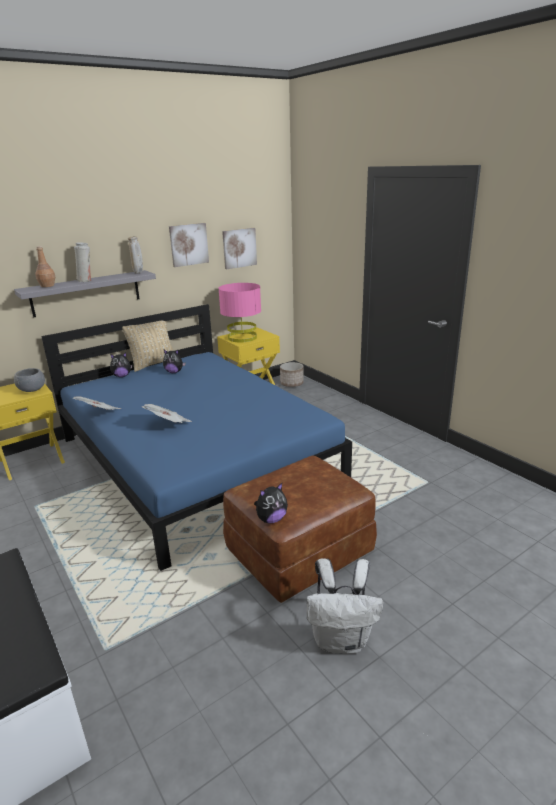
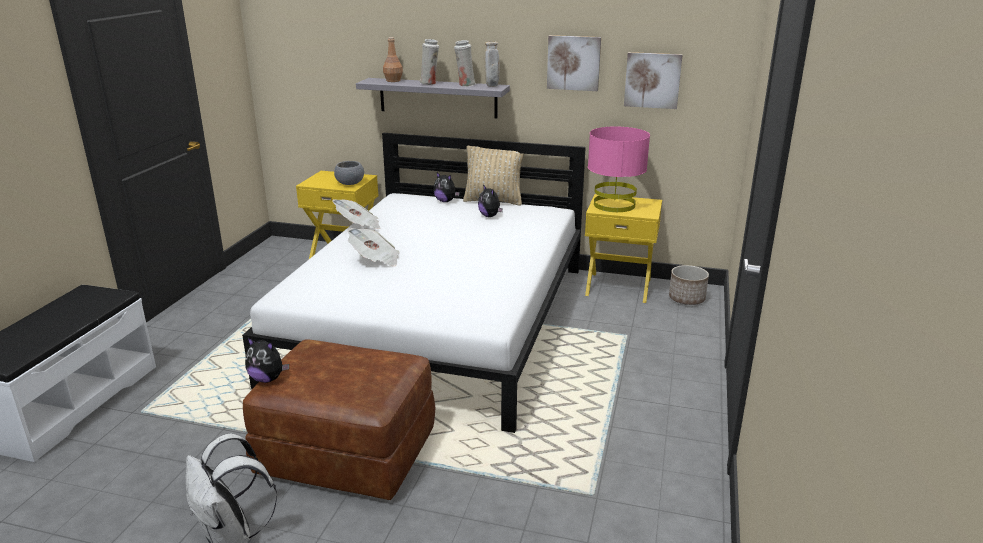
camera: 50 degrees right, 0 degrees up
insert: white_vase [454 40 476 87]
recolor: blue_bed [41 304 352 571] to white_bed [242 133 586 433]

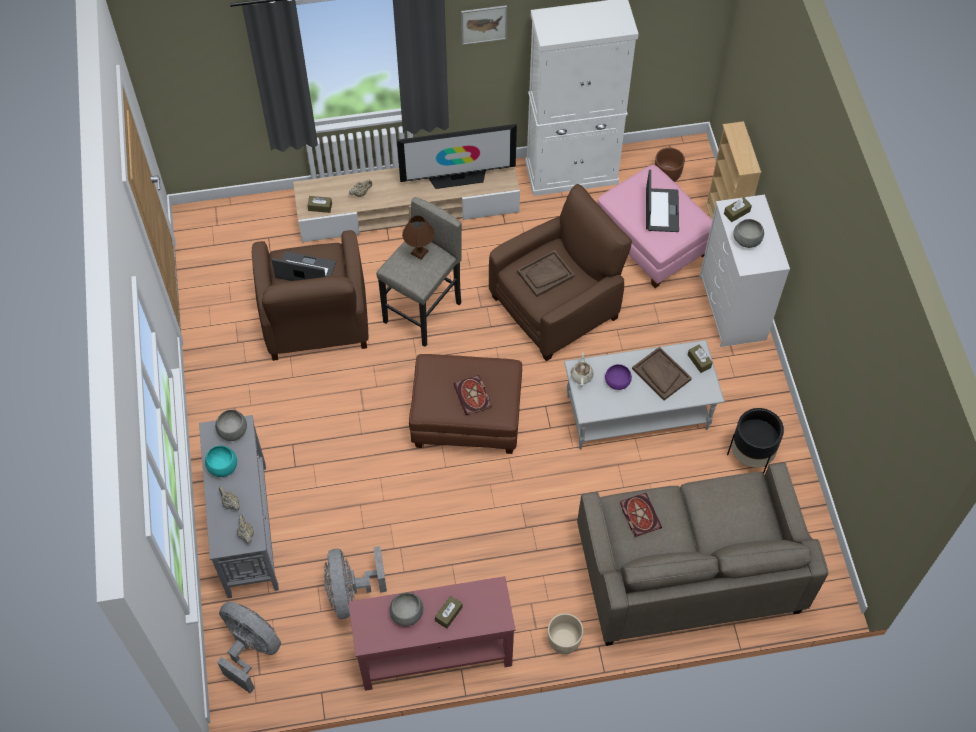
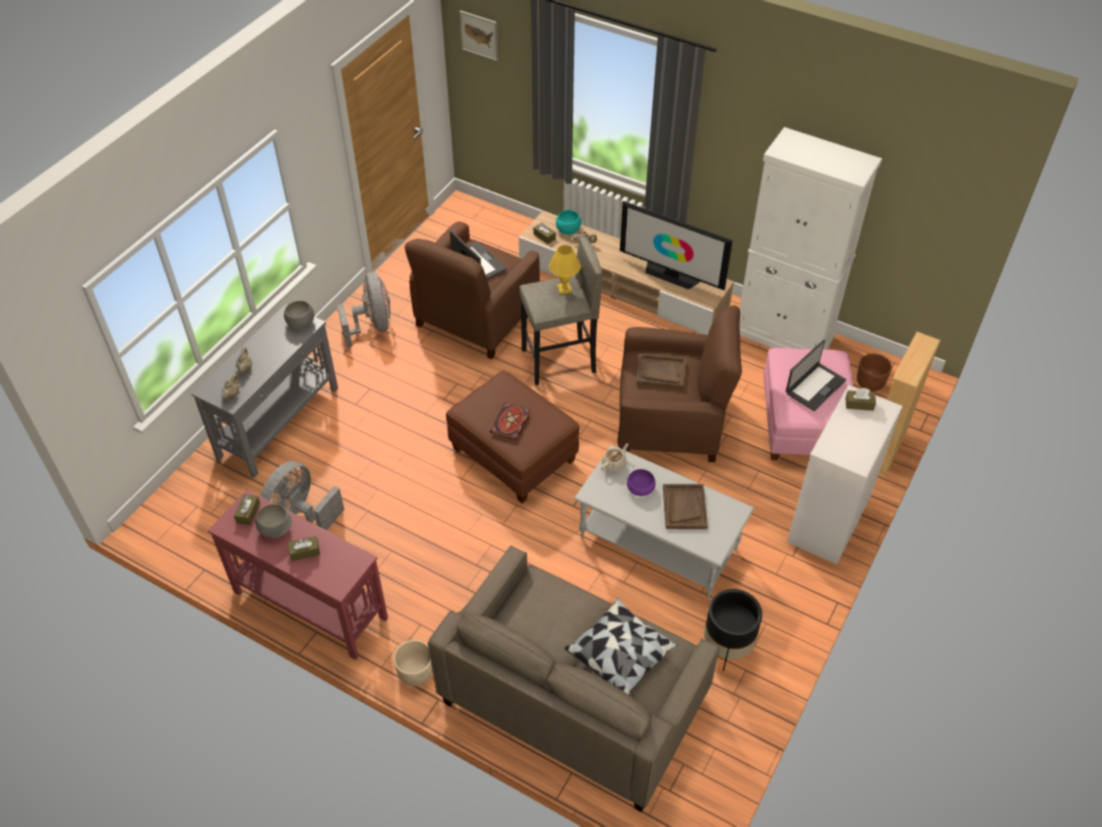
camera: 40 degrees right, 10 degrees down
delete: book [620 493 662 537]; grey_bowl [733 219 764 248]
insert: pillow [565 598 678 695]
move: turquoise_bowl [205 446 237 477] to [556 210 581 235]; grey_fan [217 601 281 694] to [337 272 391 348]; picture [461 5 507 45] to [459 10 498 61]; brown_tissue_box [688 345 713 373] to [234 494 260 525]
recolor: brown_table_lamp [402 216 435 259] to yellow_table_lamp [549 245 581 295]

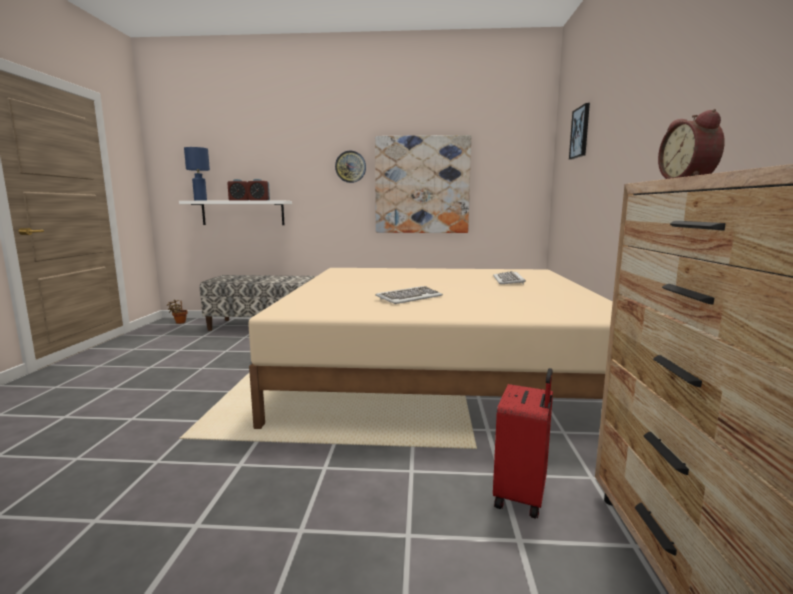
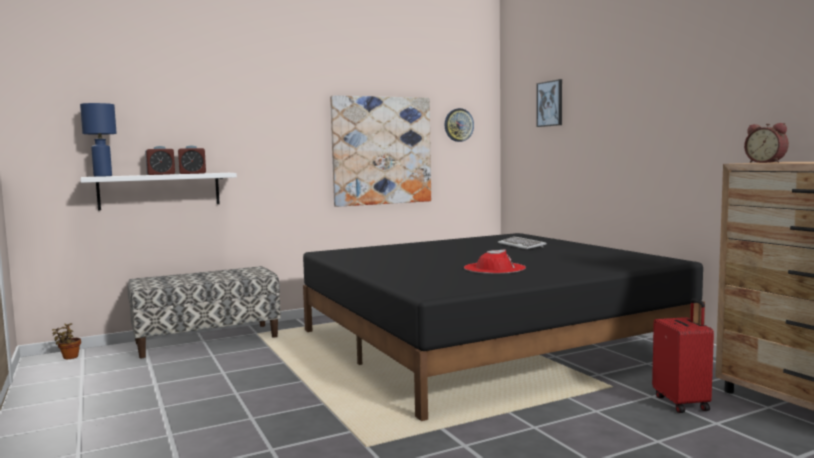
camera: 30 degrees left, 5 degrees down
move: wall_clock [335 151 366 183] to [445 108 474 142]
replace: keyboard [375 286 443 304] to red_hat [464 249 526 274]
recolor: beige_bed [248 268 613 429] to black_bed [303 233 705 421]

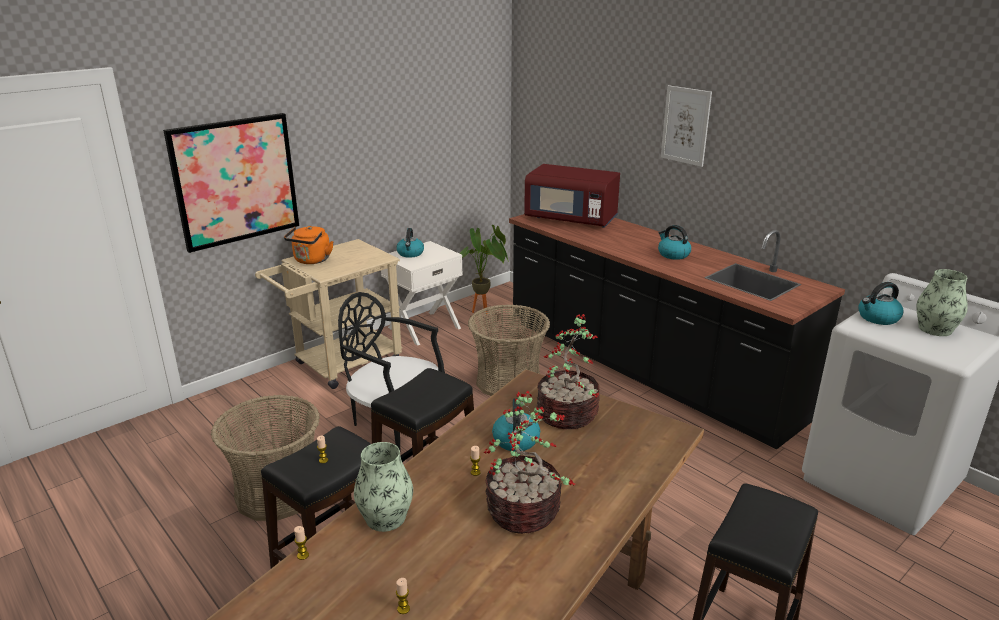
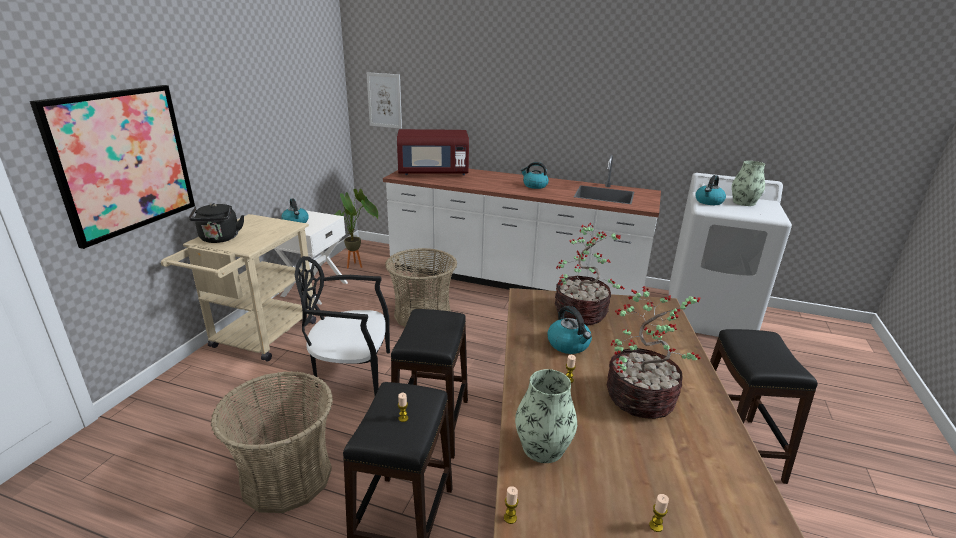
camera: 30 degrees left, 0 degrees up
move: picture [661 85 712 167] to [367 72 402 129]
recolor: orange_kettle [284 226 334 264] to black_kettle [188 203 244 243]; black_counter [509 214 845 449] to white_counter [383 155 661 296]

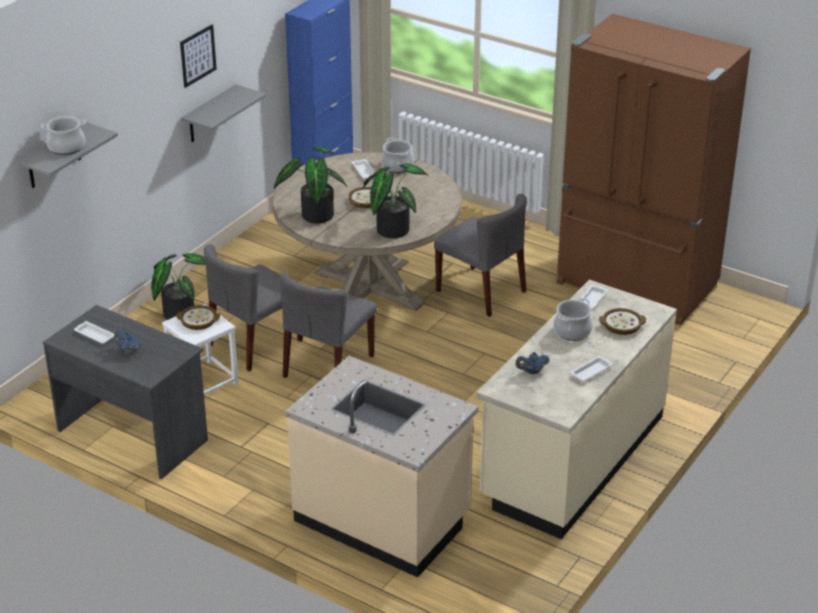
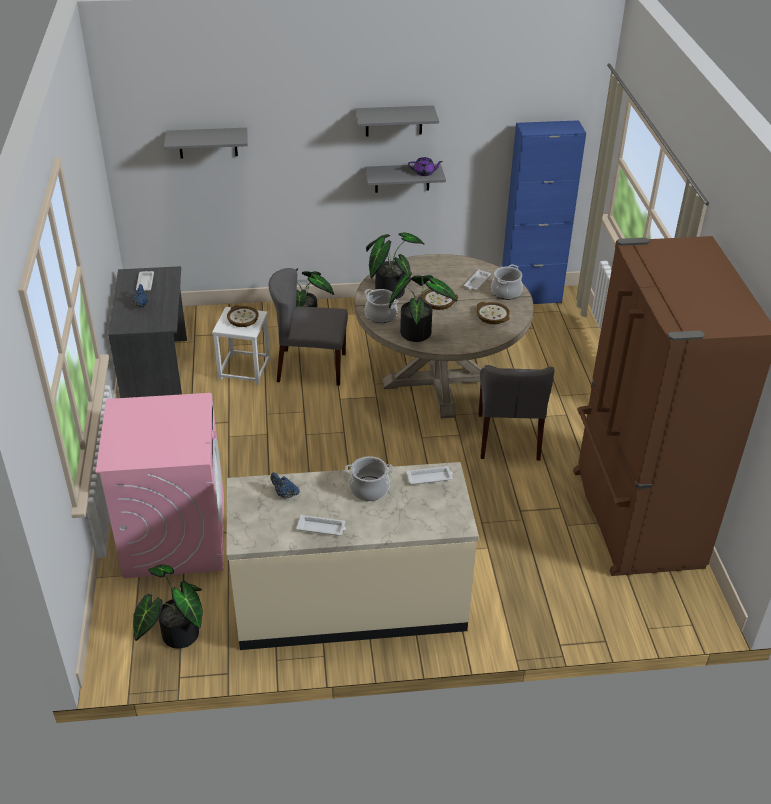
camera: 50 degrees right, 5 degrees up
delete: grey_chair [280 273 377 378]
insert: potted_plant [133 565 203 649]; purple_teapot [408 157 443 176]
move: cooking_pot [41 116 86 155] to [364 289 398 323]; bowl [599 308 646 335] to [477 302 510 324]
replace: picture [180 25 217 88] to grey_shelf [355 105 439 136]; beige_counter [286 356 478 577] to pink_washing_machine [96 393 224 578]

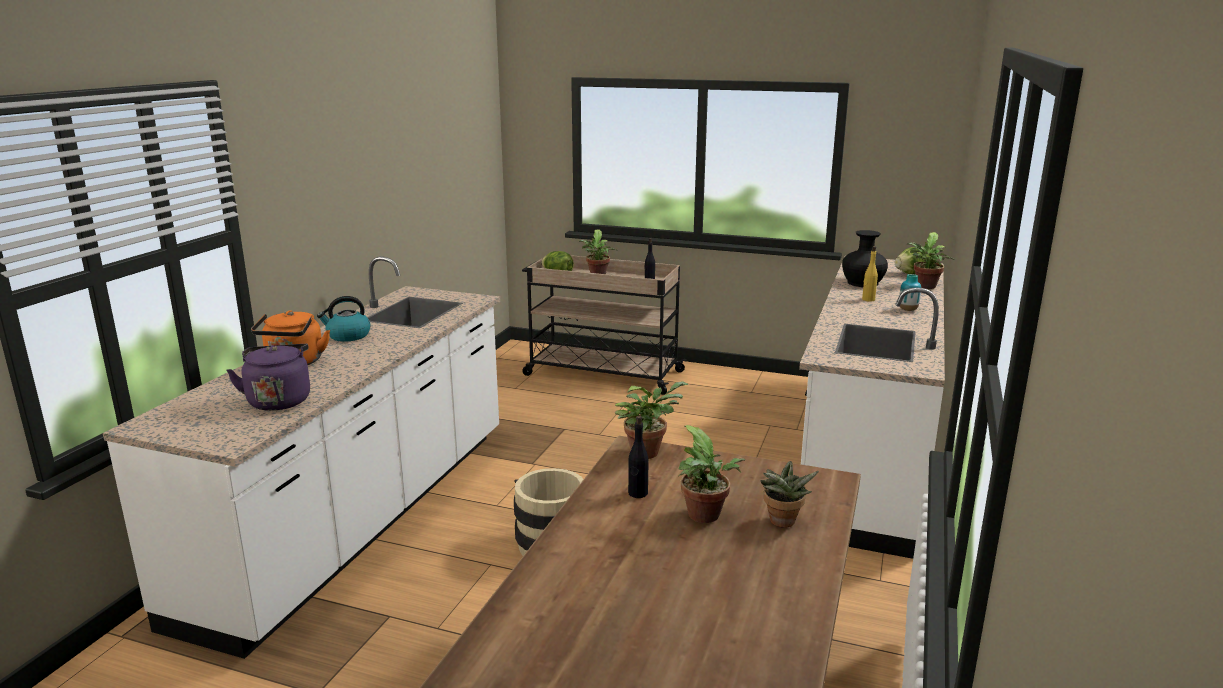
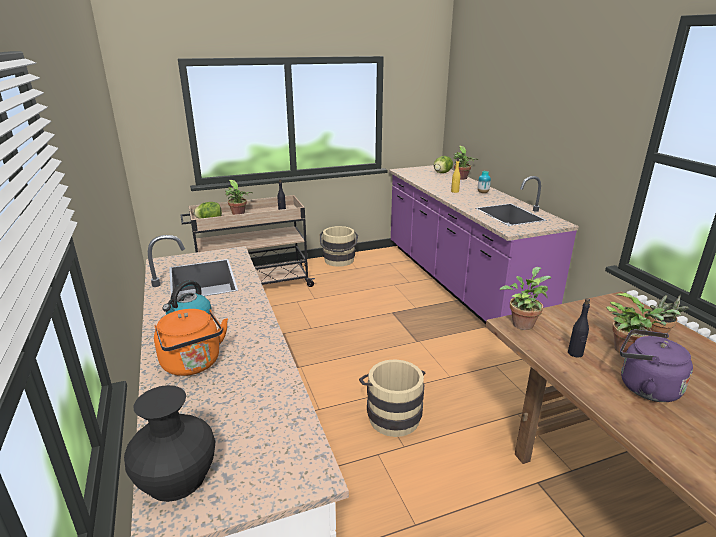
camera: 40 degrees left, 5 degrees up
insert: beige_bucket [320 226 358 267]
move: purple_kettle [226 344 310 411] to [620 329 693 402]; black_vase [842 230 888 287] to [124 385 215 502]
recolor: white_counter [799 256 945 559] to purple_counter [389 165 579 324]

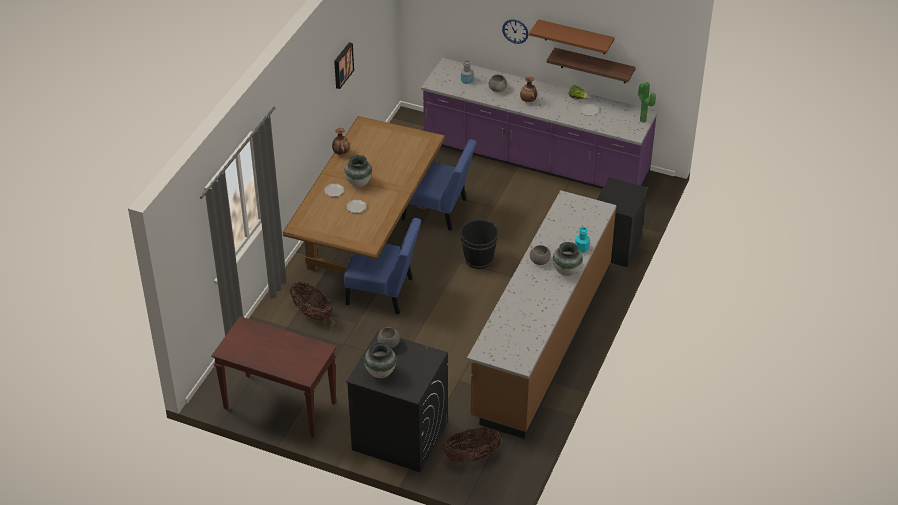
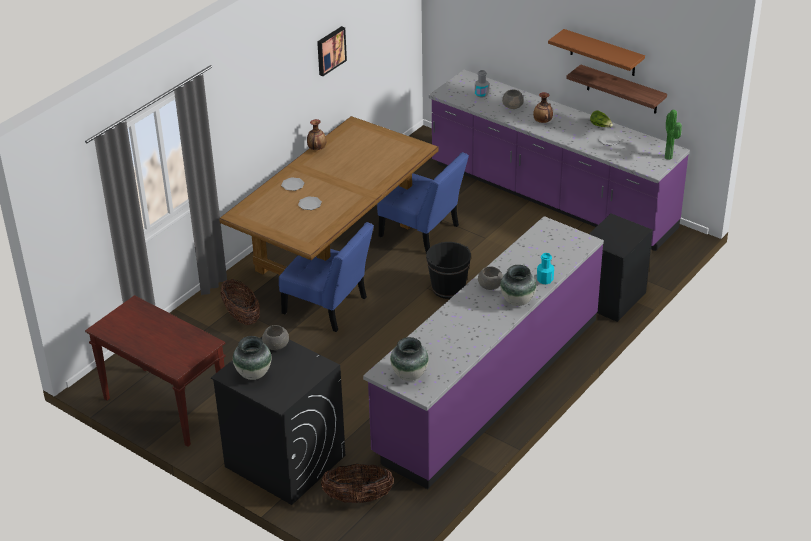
camera: 15 degrees right, 5 degrees down
delete: wall_clock [502 19 529 44]
move: vase [344 155 372 187] to [390 337 429 381]
recolor: brown_counter [467 190 616 439] to purple_counter [363 216 604 489]

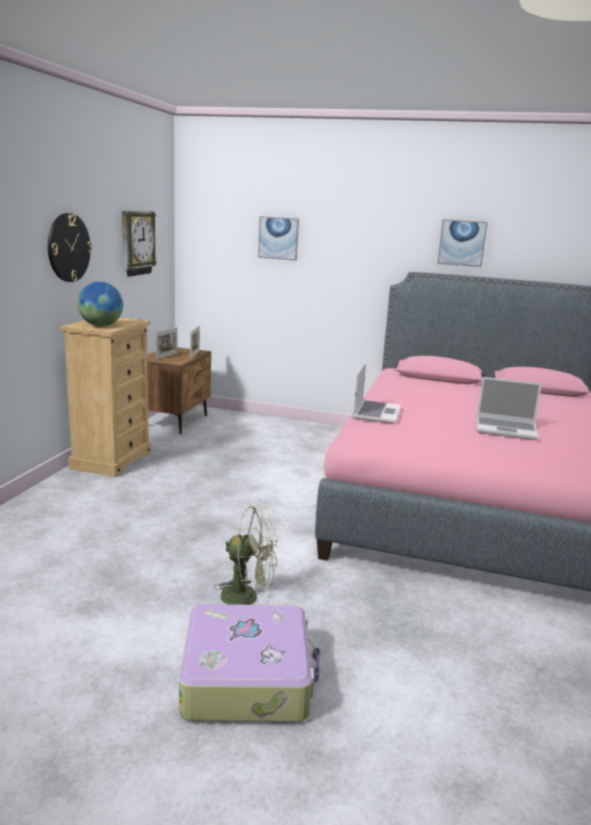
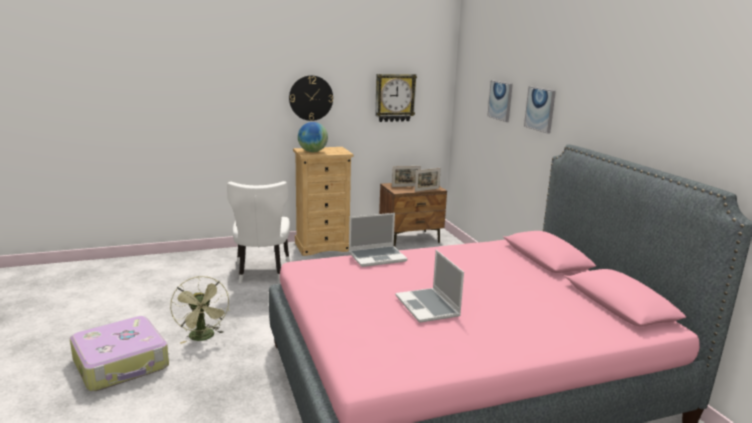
camera: 55 degrees right, 0 degrees up
insert: white_chair [227 181 290 284]
move: picture [437 219 488 267] to [524 86 556 134]

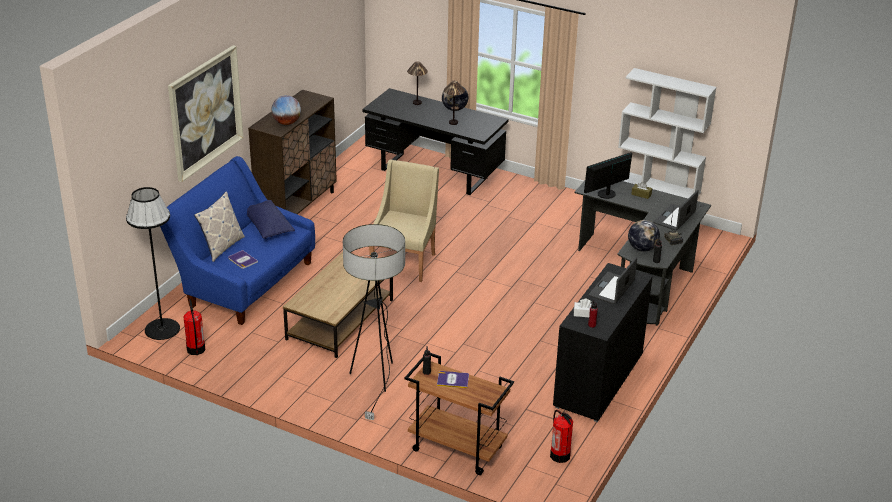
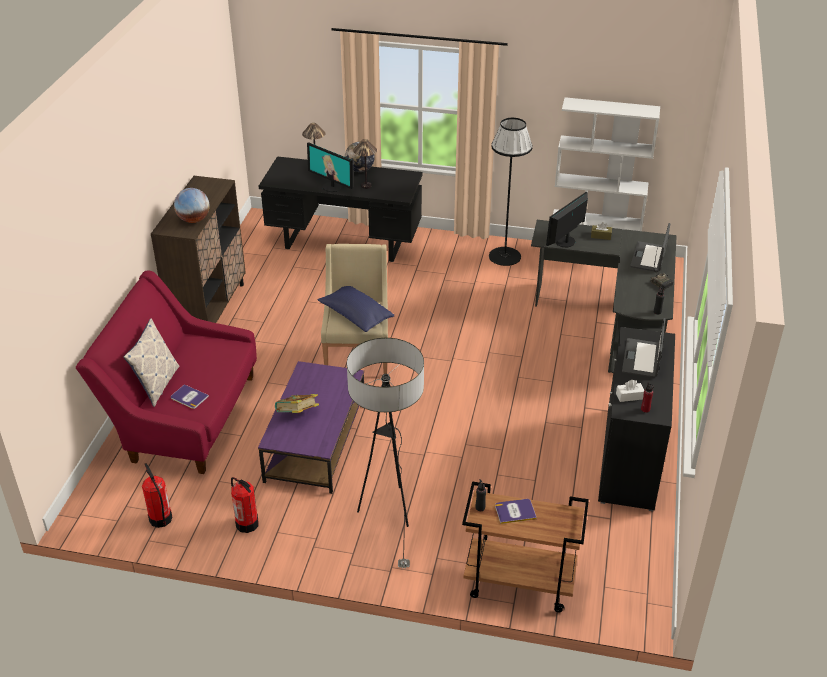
camera: 15 degrees left, 5 degrees up
delete: picture [168 45 243 182]; globe [628 220 660 252]
insert: book [275 394 319 413]; monitor [307 142 353 192]
move: black_floor_lamp [126 187 180 340] to [489 118 533 266]; blue_pillow [247 200 295 239] to [318 286 395 332]; fire_extinguisher [550 410 573 463] to [231 477 258 533]
recolor: blue_sofa [160 156 315 325] to red_sofa [76 270 257 474]; brown_coffee_table [283 252 393 358] to purple_coffee_table [258 361 364 494]

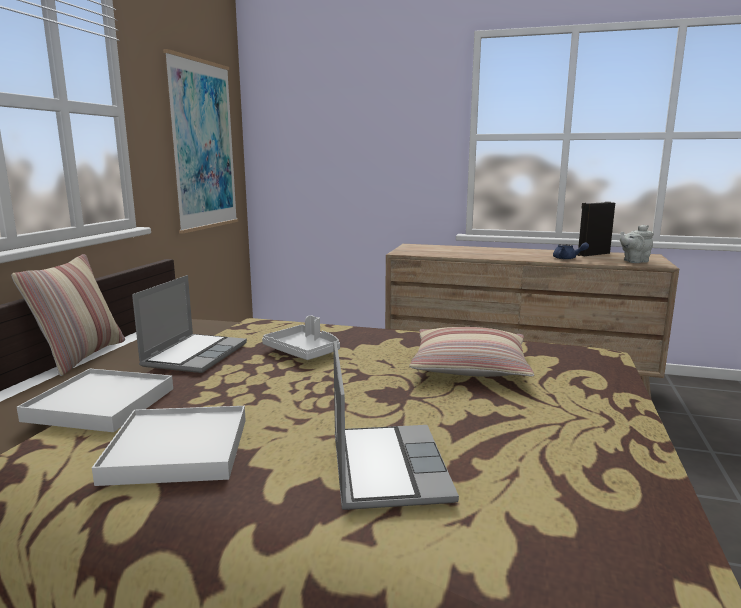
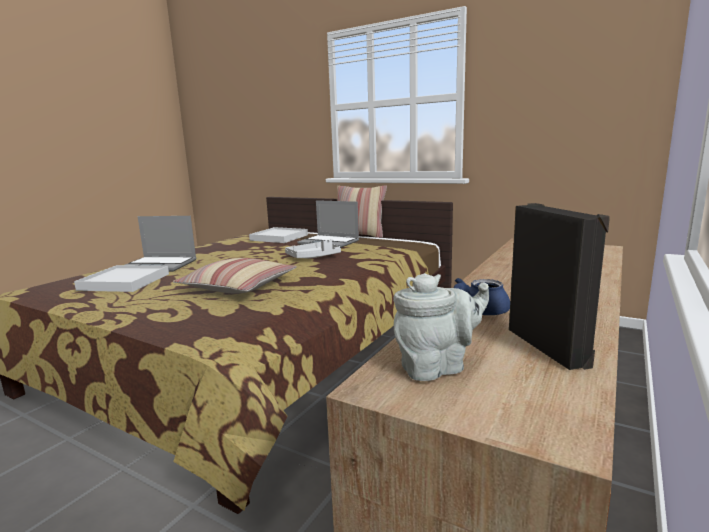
camera: 105 degrees right, 0 degrees up
delete: picture [163 49 238 234]
move: white_tray [92 406 246 486] to [74 265 169 292]
rotate: grey_teapot [620 225 654 263] = [393 273 489 381] 75 degrees clockwise

